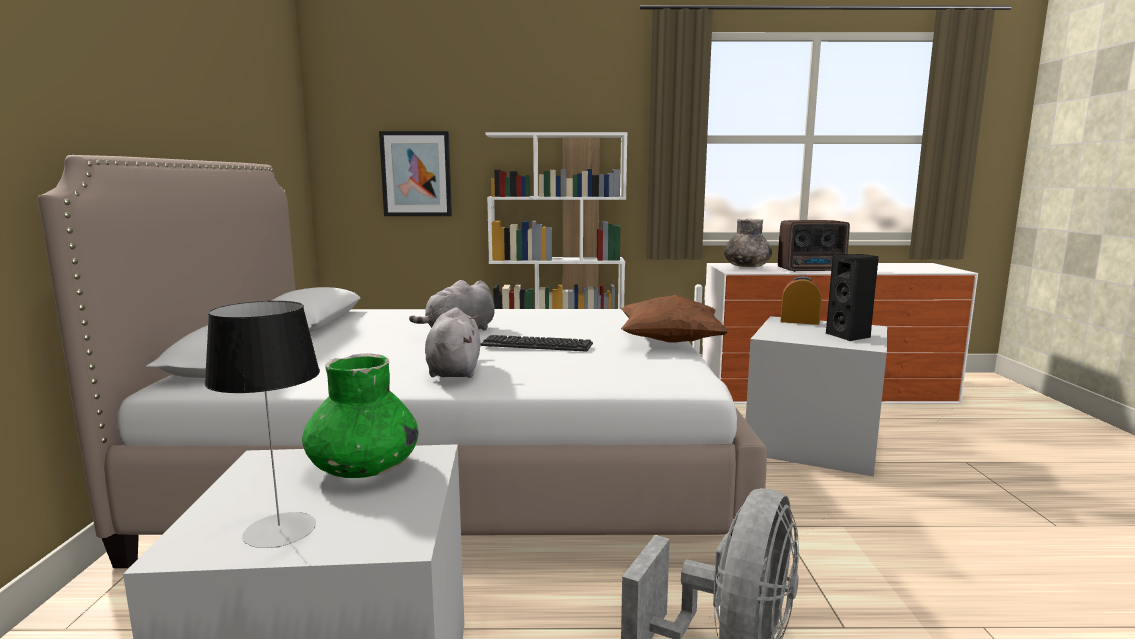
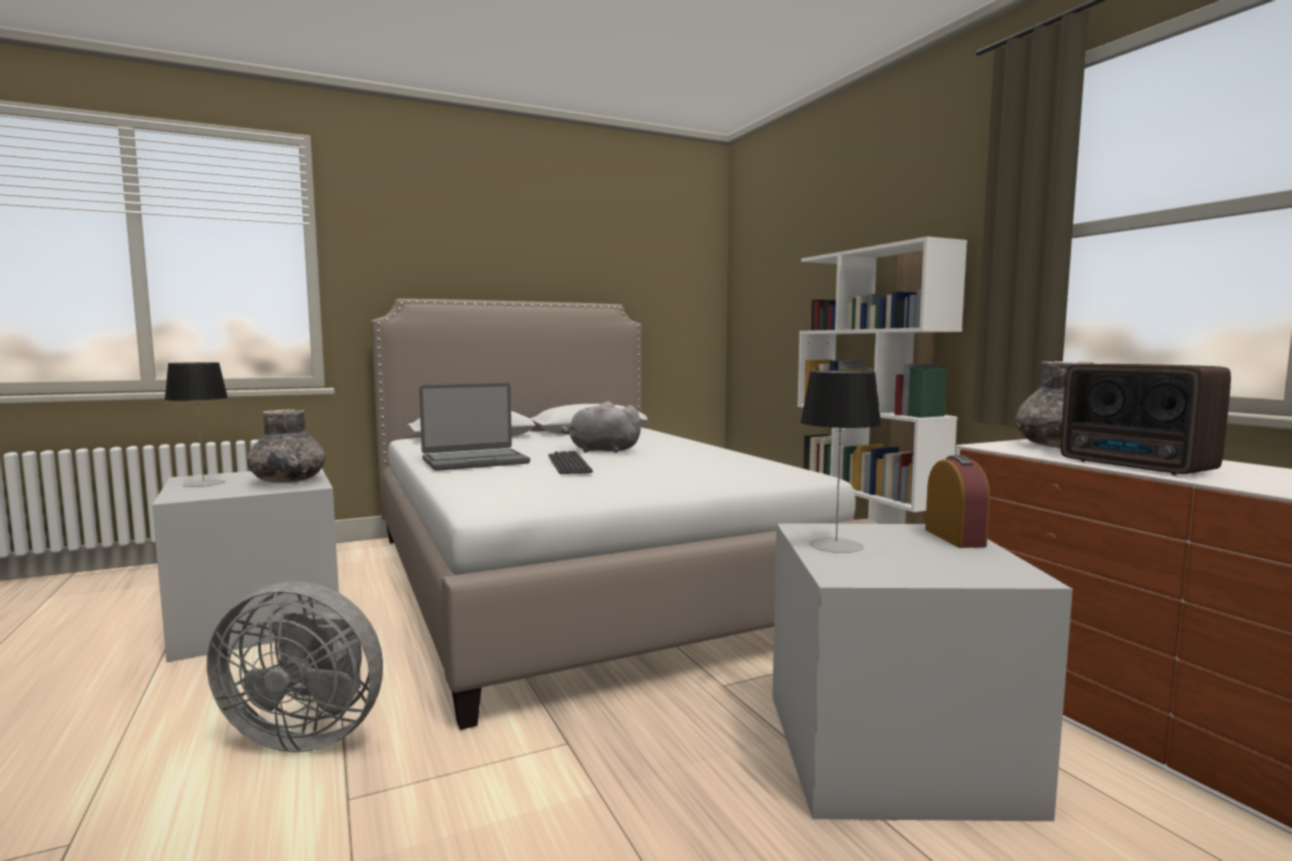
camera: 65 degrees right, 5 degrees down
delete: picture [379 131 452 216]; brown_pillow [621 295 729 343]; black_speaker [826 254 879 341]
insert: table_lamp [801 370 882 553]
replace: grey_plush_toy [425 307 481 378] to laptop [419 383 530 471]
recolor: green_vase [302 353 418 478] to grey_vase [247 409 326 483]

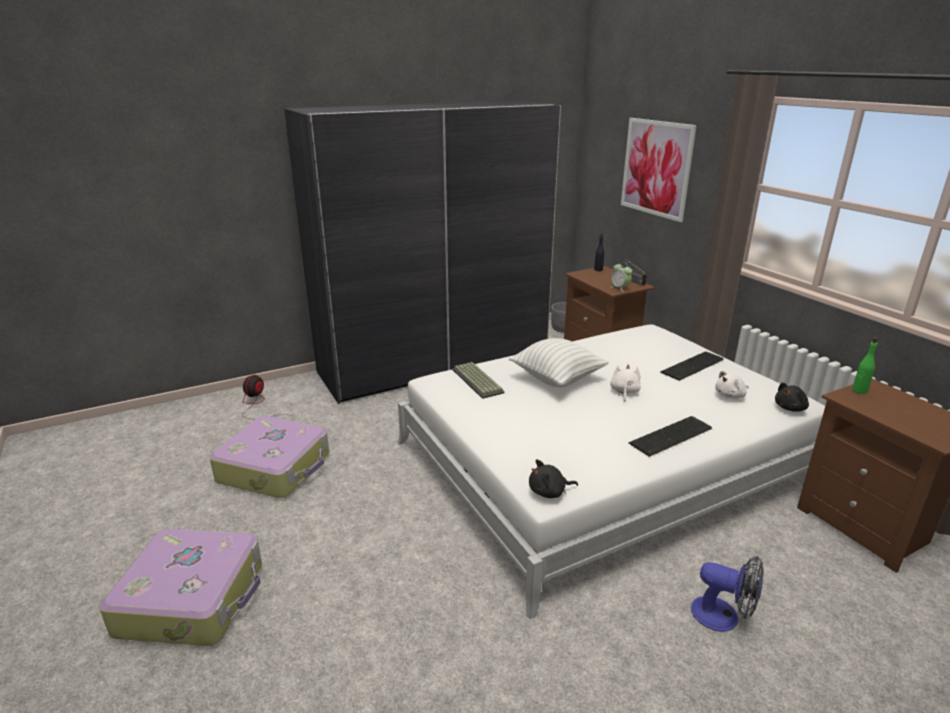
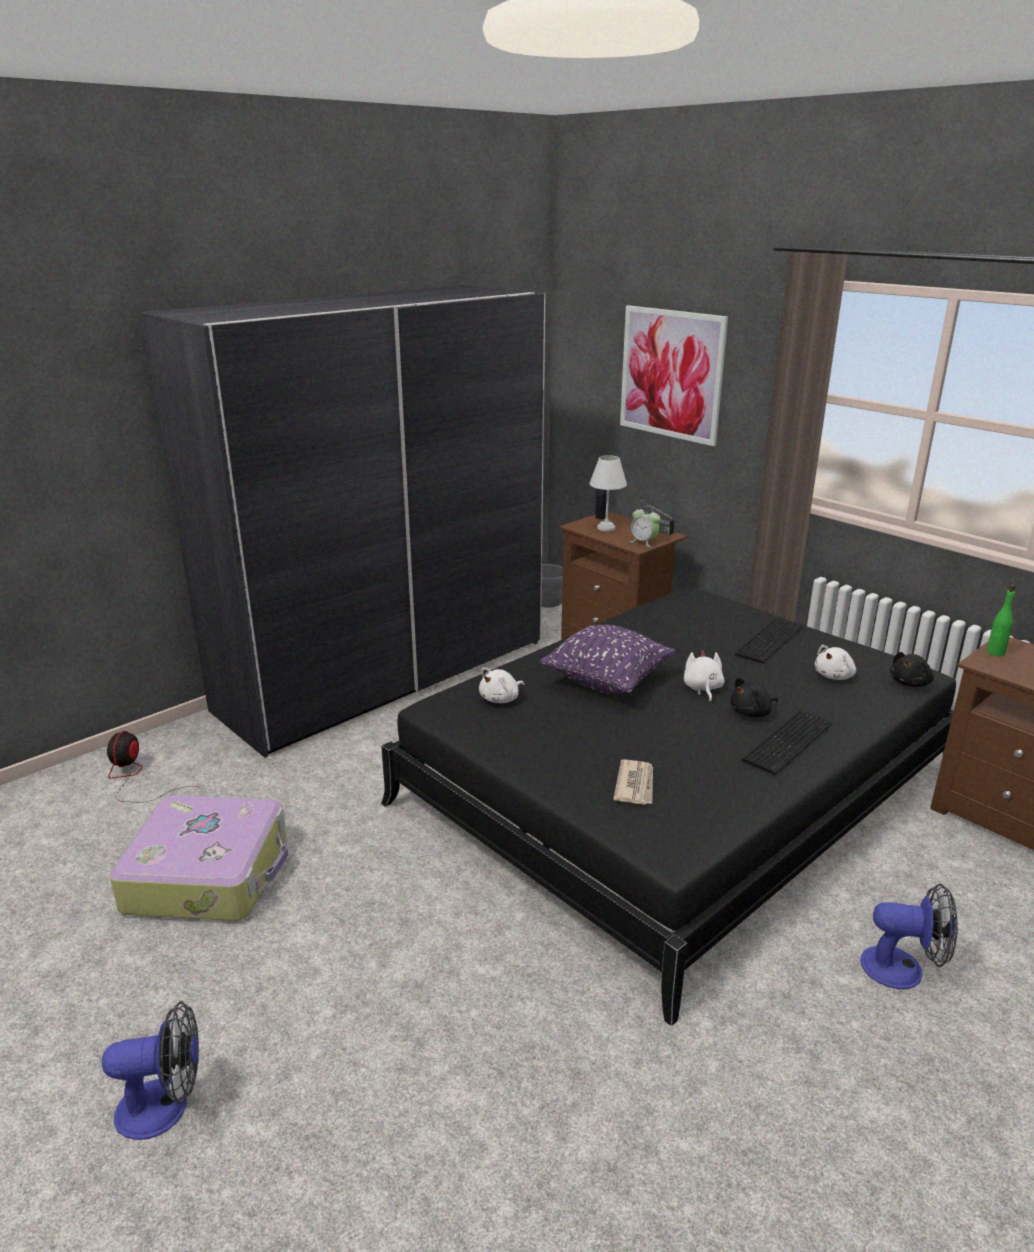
camera: 15 degrees left, 0 degrees up
insert: white_table_lamp [589 455 627 531]; newspaper [613 759 653 805]
move: black_plush_toy [529 459 578 498] to [730 678 778 717]
replace: suitcase [100 528 262 646] to fan [102 1001 199 1140]; keyboard [452 362 505 399] to white_plush_toy [479 667 524 703]
recolor: white_bed [397 324 825 619] to black_bed [381 587 956 1026]; white_pillow [509 338 609 387] to purple_pillow [539 625 675 694]

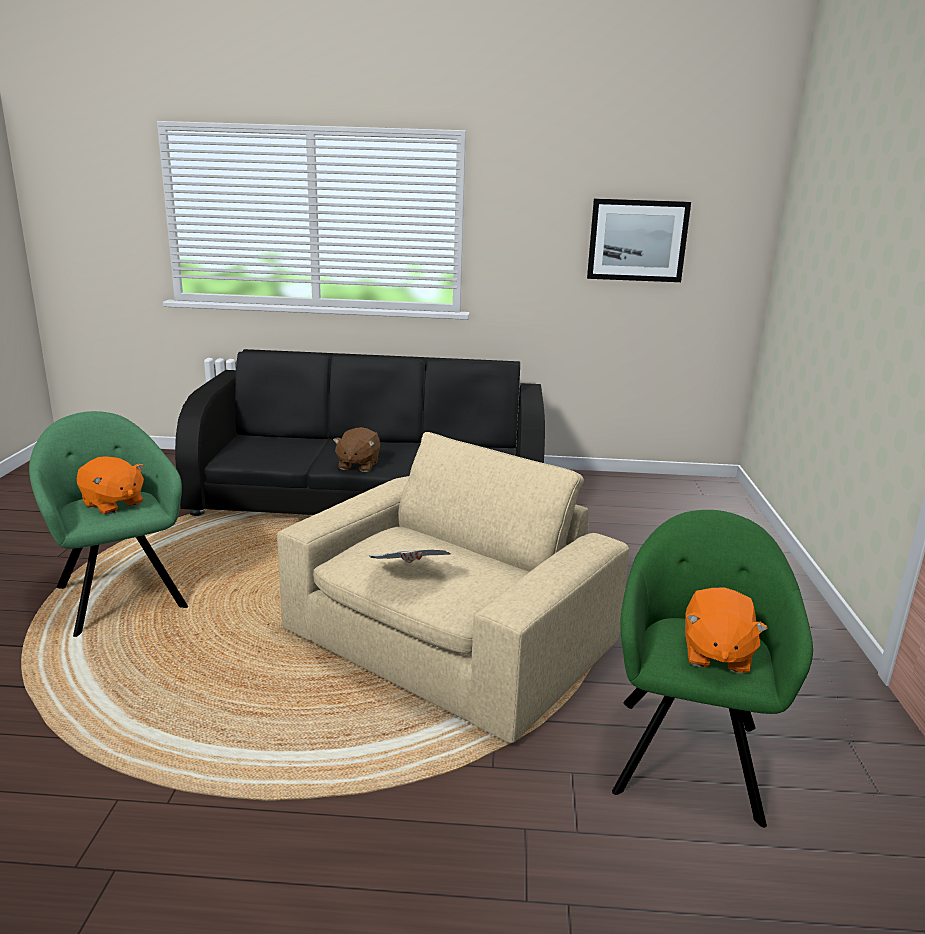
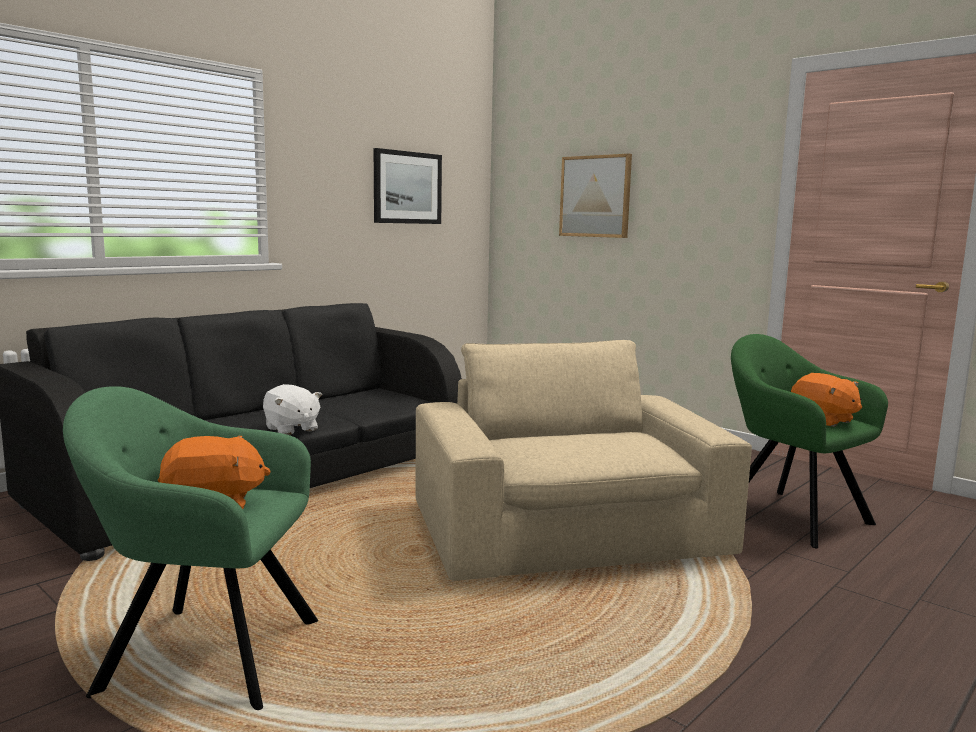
camera: 50 degrees left, 10 degrees down
delete: newspaper [368 550 451 563]
insert: picture [559 154 632 238]
recolor: brown_plush_toy [333 427 380 472] to white_plush_toy [263 384 322 435]

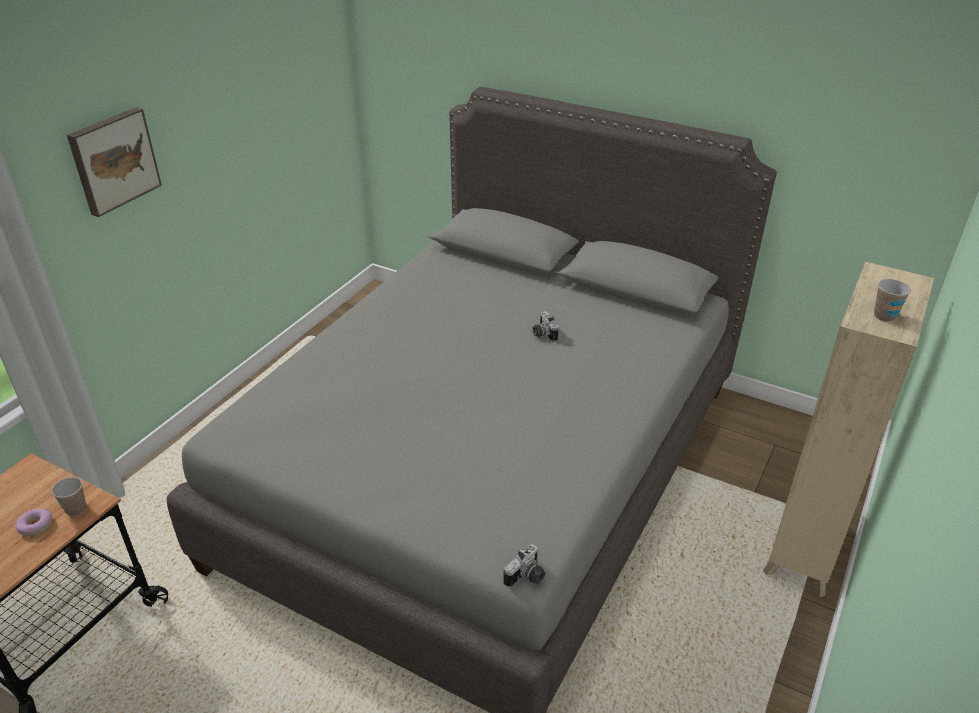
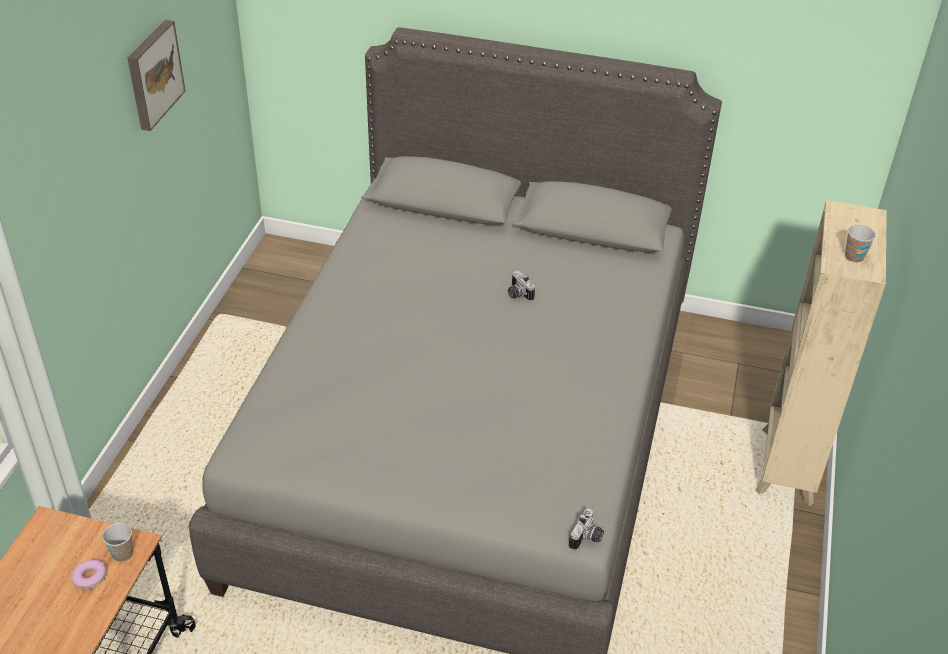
camera: 15 degrees left, 5 degrees up
move: picture [67 107 162 217] to [127 20 185 131]

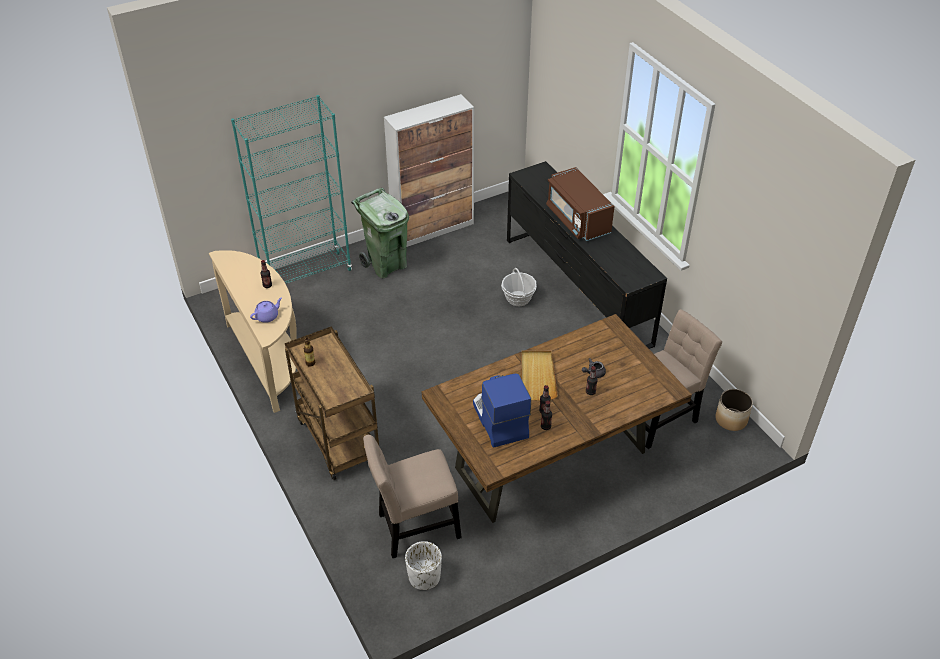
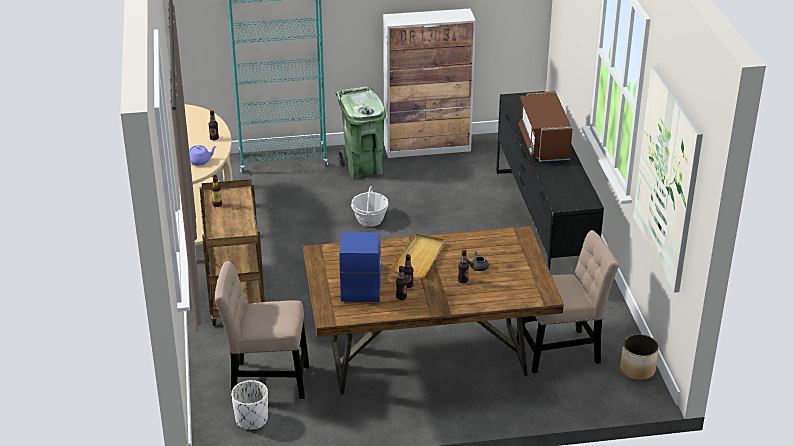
camera: 20 degrees right, 10 degrees down
insert: picture [633 66 703 293]
move: basket [501 268 537 307] to [351 186 388 227]

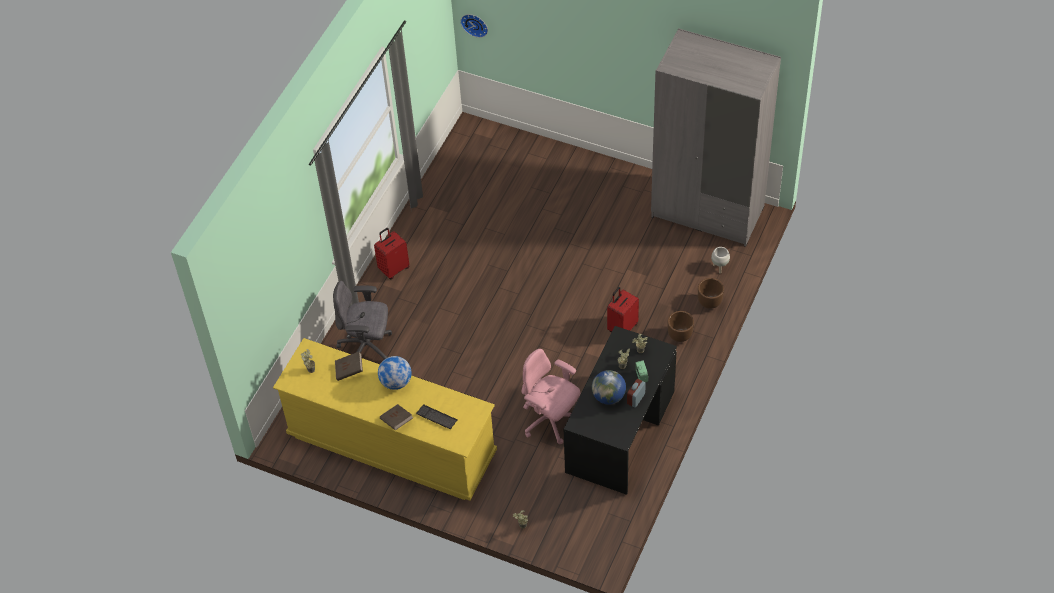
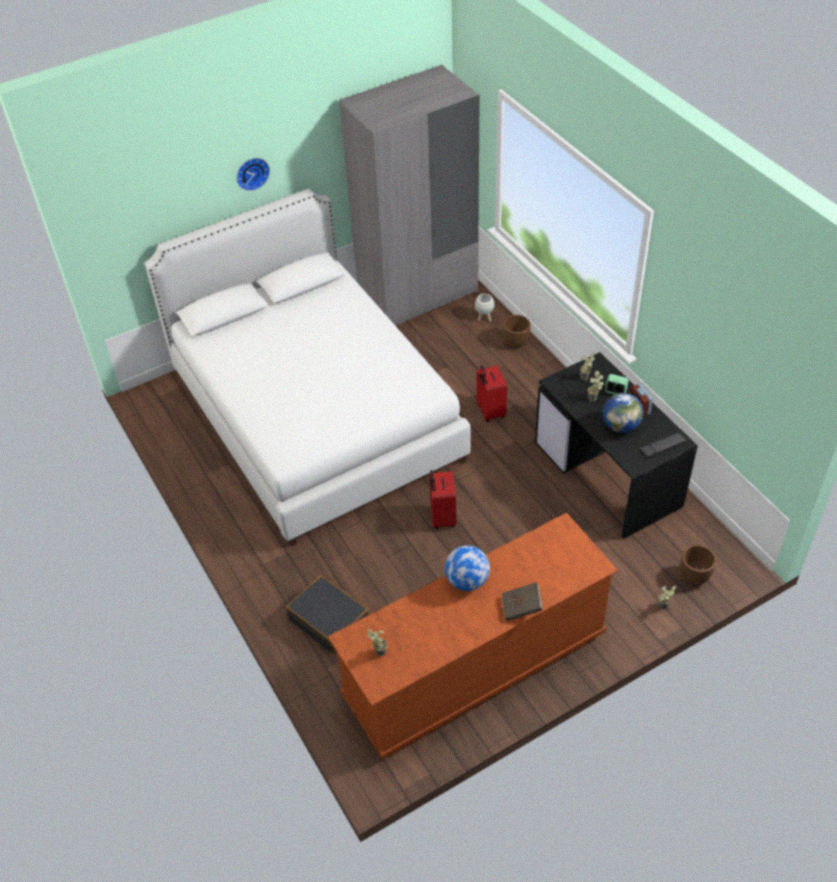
camera: 55 degrees left, 5 degrees down
delete: brown_book [335 352 363 381]; pink_office_chair [522 349 580 444]
insert: white_bed [145 189 471 546]
move: red_suitcase [374 228 410 279] to [429 470 456 529]; keyboard [416 404 457 429] to [639 432 687 458]; wall_clock [460 14 488 38] to [236 158 270 191]; brown_planter [668 311 694 342] to [680 545 716 584]
replace: grey_office_chair [333 281 392 359] to black_suitcase [286 575 369 655]
recolor: yellow_dresser [273 338 497 501] to brown_dresser [328 513 618 759]

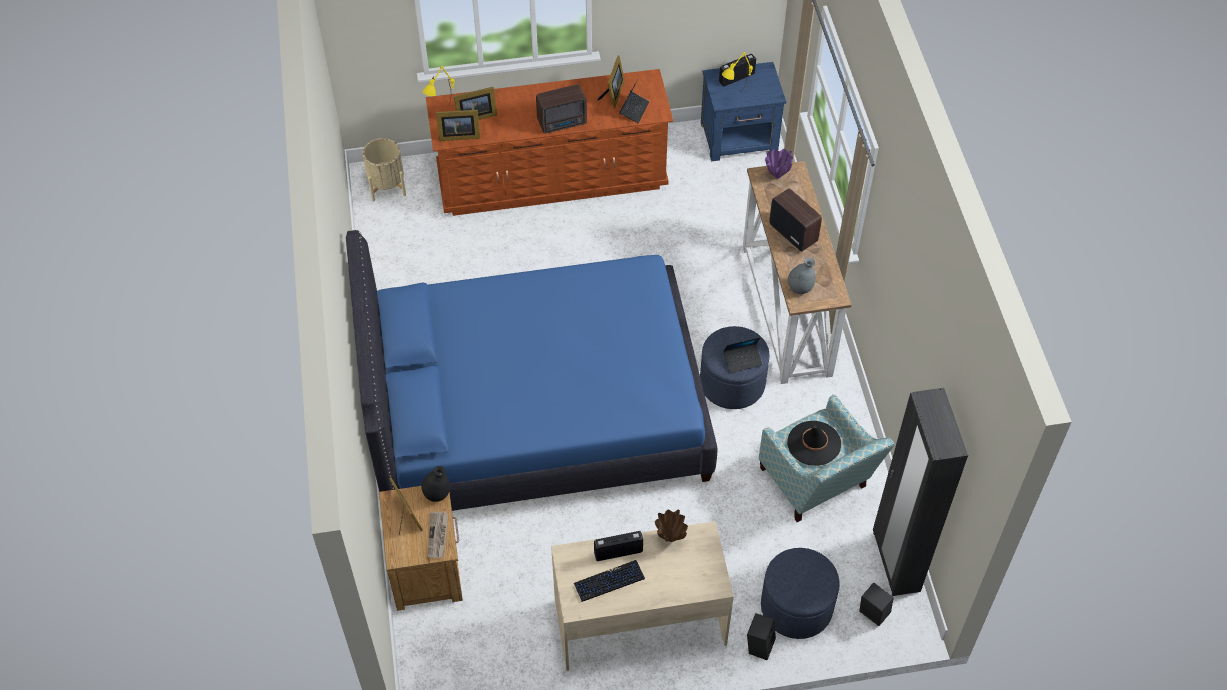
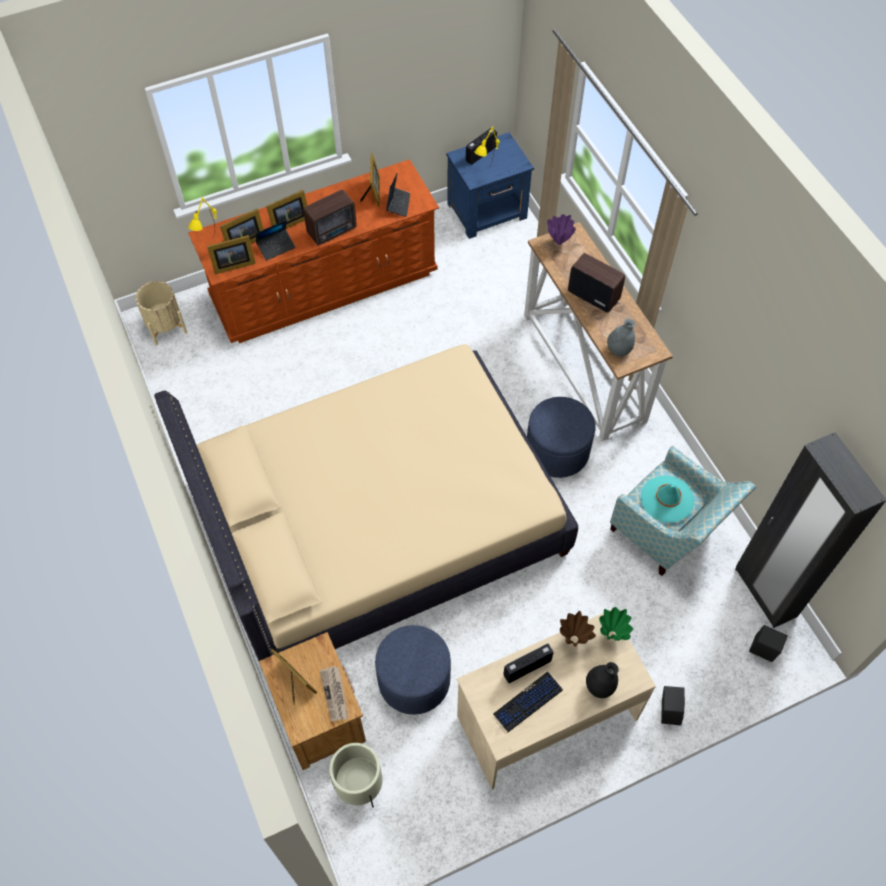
camera: 15 degrees left, 5 degrees up
insert: picture_frame [266 190 308 229]; beige_planter [329 743 383 808]; green_vase [599 607 633 641]
move: black_vase [421 466 450 502] to [586 662 619 698]; laptop [723 337 763 373] to [256 220 295 261]; blue_ottoman [761 548 840 639] to [375 625 451 715]
recolor: blue_bed [346 230 718 511] to beige_bed [154 344 578 661]; black_hat [787 421 841 466] to turquoise_hat [641 476 695 523]

